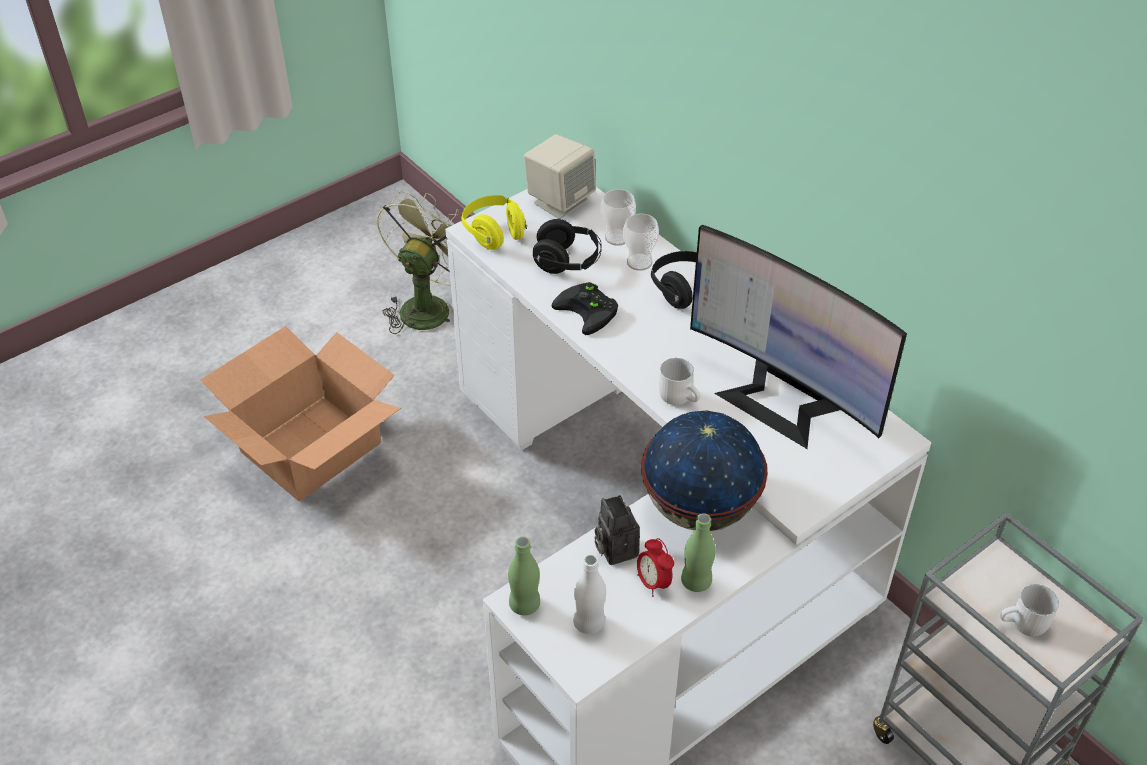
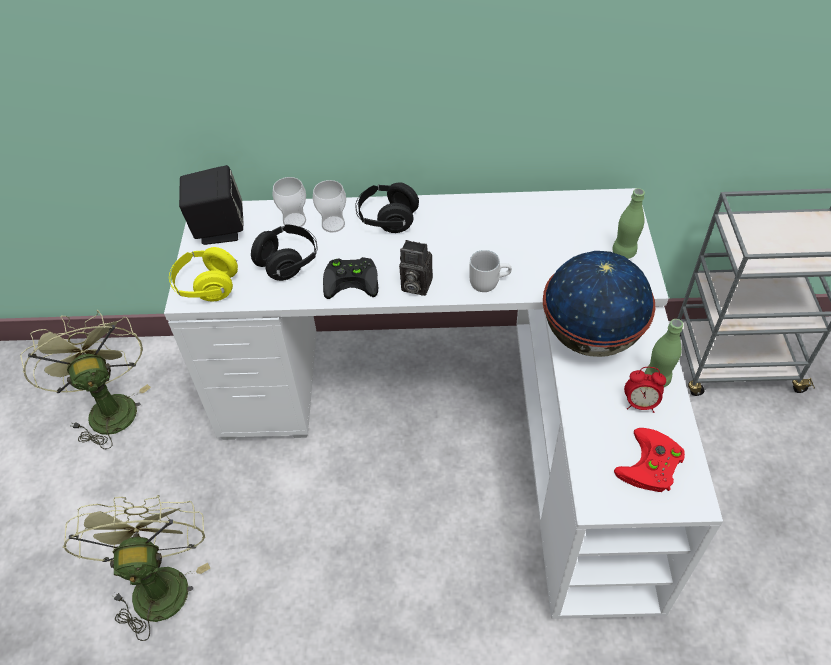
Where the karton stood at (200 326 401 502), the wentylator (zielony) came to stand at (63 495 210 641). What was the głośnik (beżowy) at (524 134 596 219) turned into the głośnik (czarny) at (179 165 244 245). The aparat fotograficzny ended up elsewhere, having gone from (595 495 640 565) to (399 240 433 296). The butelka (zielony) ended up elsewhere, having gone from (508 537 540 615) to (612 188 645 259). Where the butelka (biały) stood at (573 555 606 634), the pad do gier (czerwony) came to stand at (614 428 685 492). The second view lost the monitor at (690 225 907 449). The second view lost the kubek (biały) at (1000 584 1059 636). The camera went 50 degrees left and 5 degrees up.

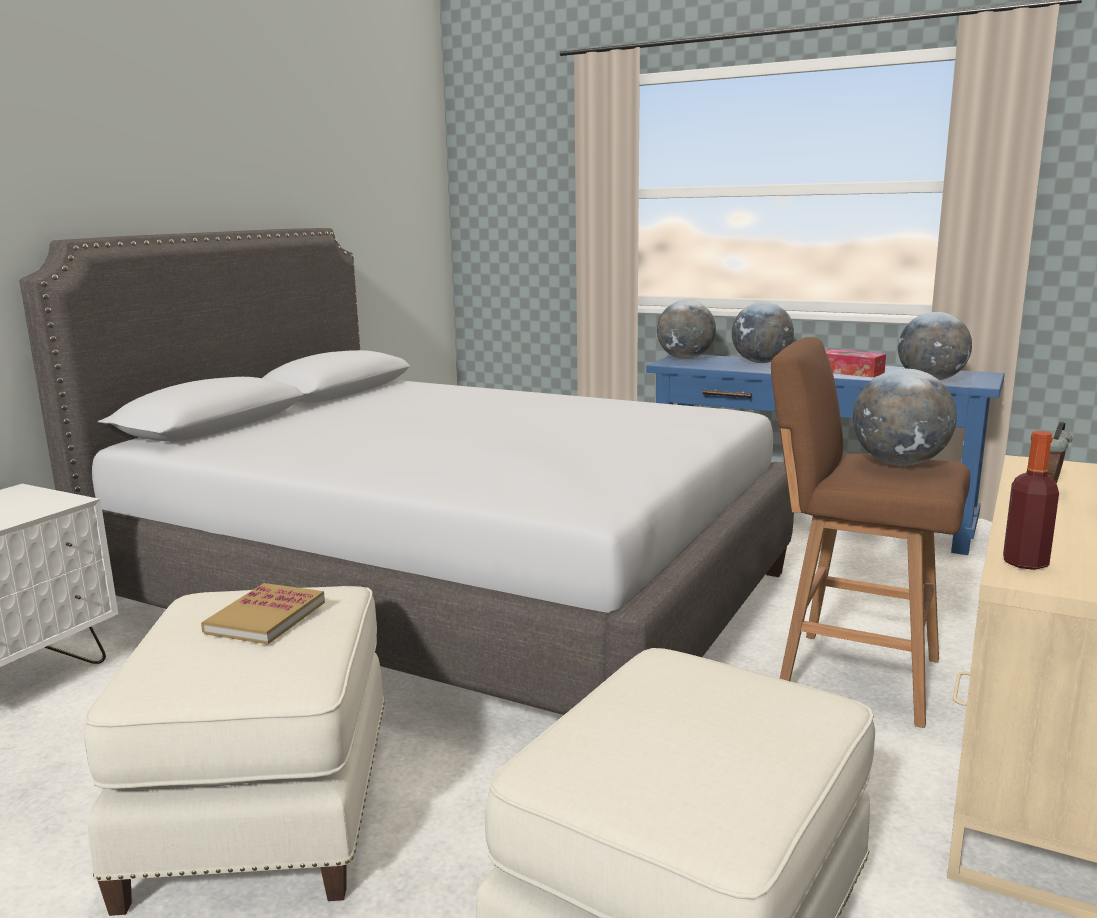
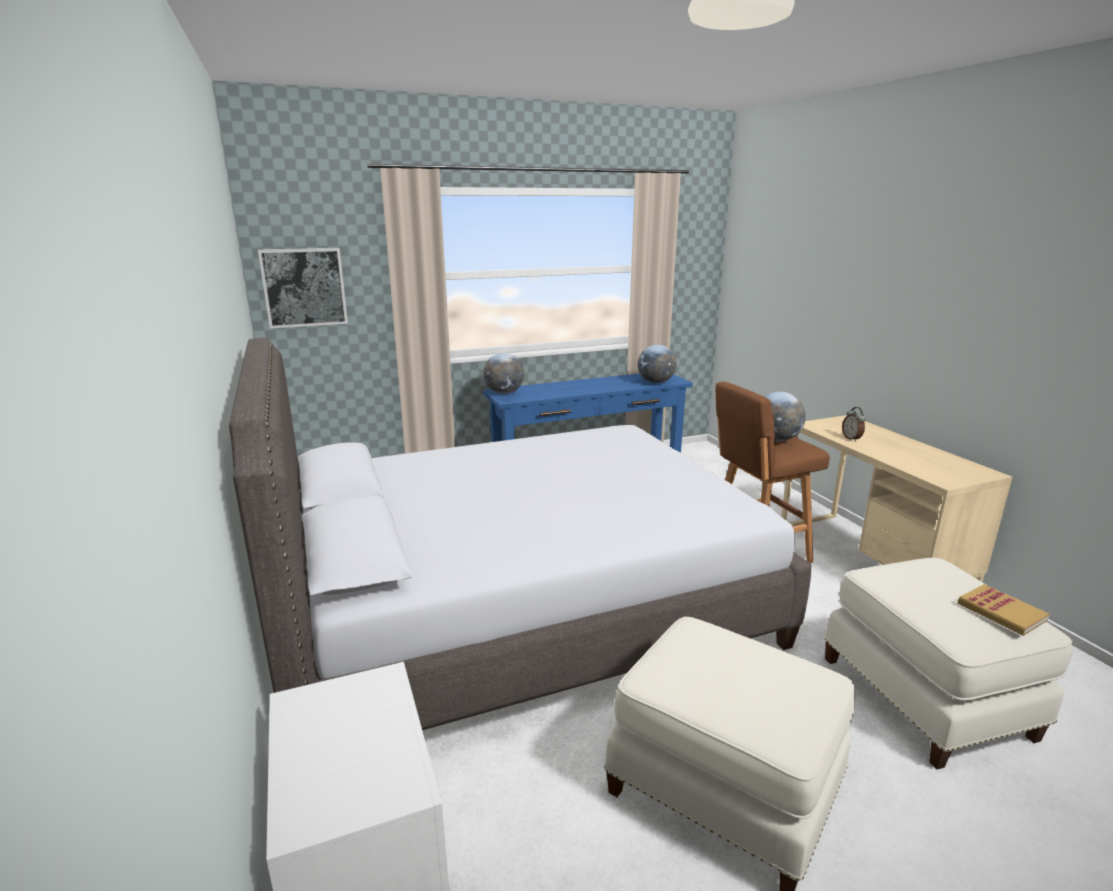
The second view gained the obraz at (258 248 348 328). The książka ended up elsewhere, having gone from (201 583 325 644) to (958 584 1050 636). The second view lost the globus at (732 302 794 363). The second view lost the pudełko chusteczek at (826 349 886 378). The second view lost the butelka at (1003 431 1059 570). The camera went 50 degrees left and 5 degrees up.

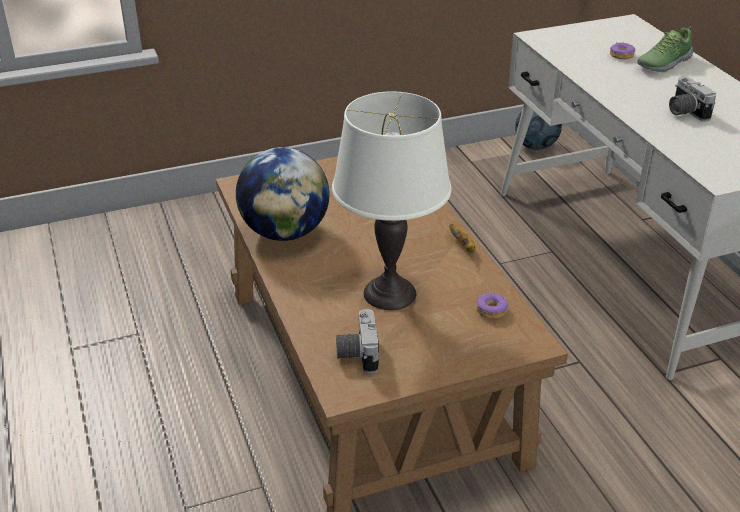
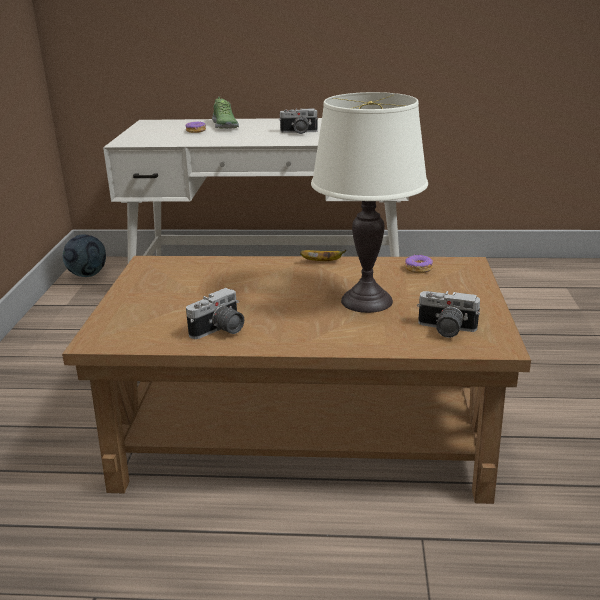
Where the globus stood at (236 147 329 241), the aparat fotograficzny came to stand at (186 288 244 339). The camera went 65 degrees left and 10 degrees down.

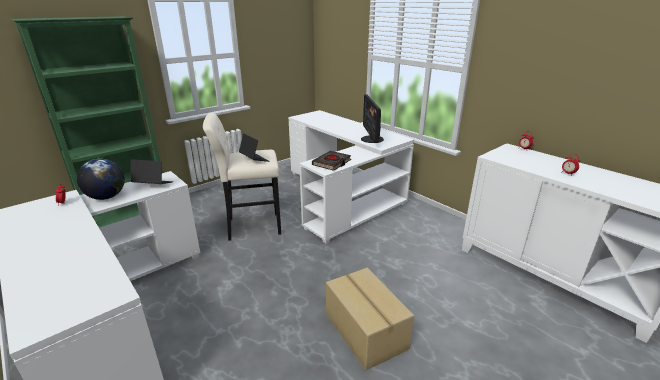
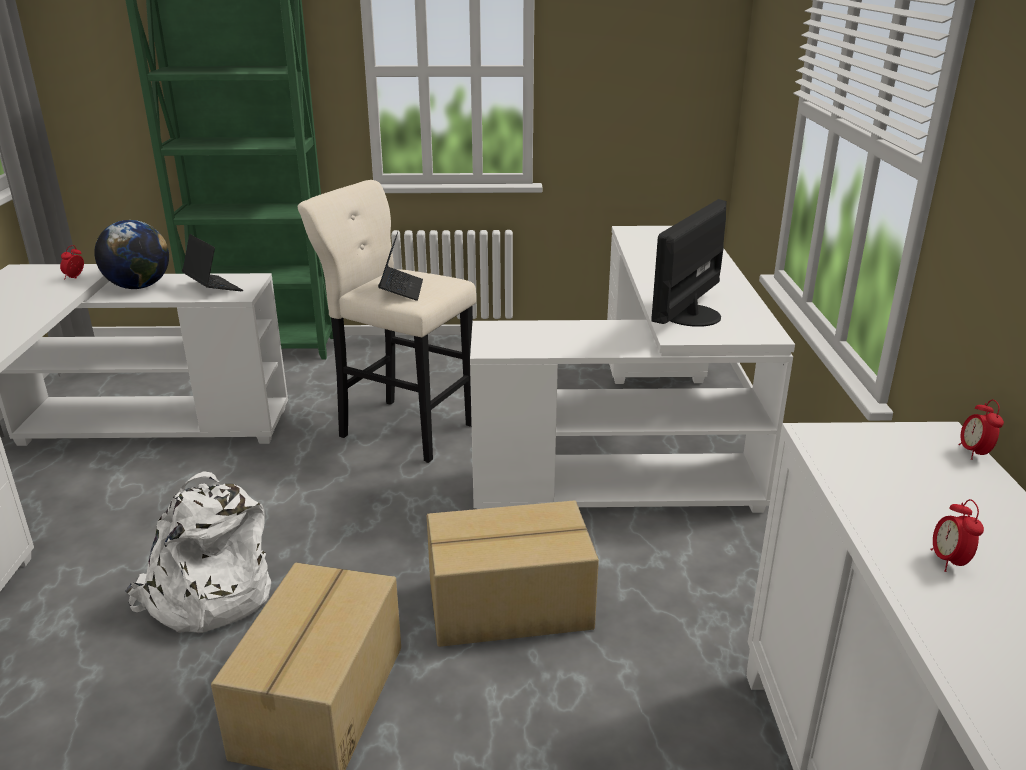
The second view gained the plecak (biały) at (126 471 271 633). The second view gained the karton at (427 500 599 647). The second view lost the książka (czarny) at (312 151 351 171). The camera went 40 degrees right and 0 degrees up.

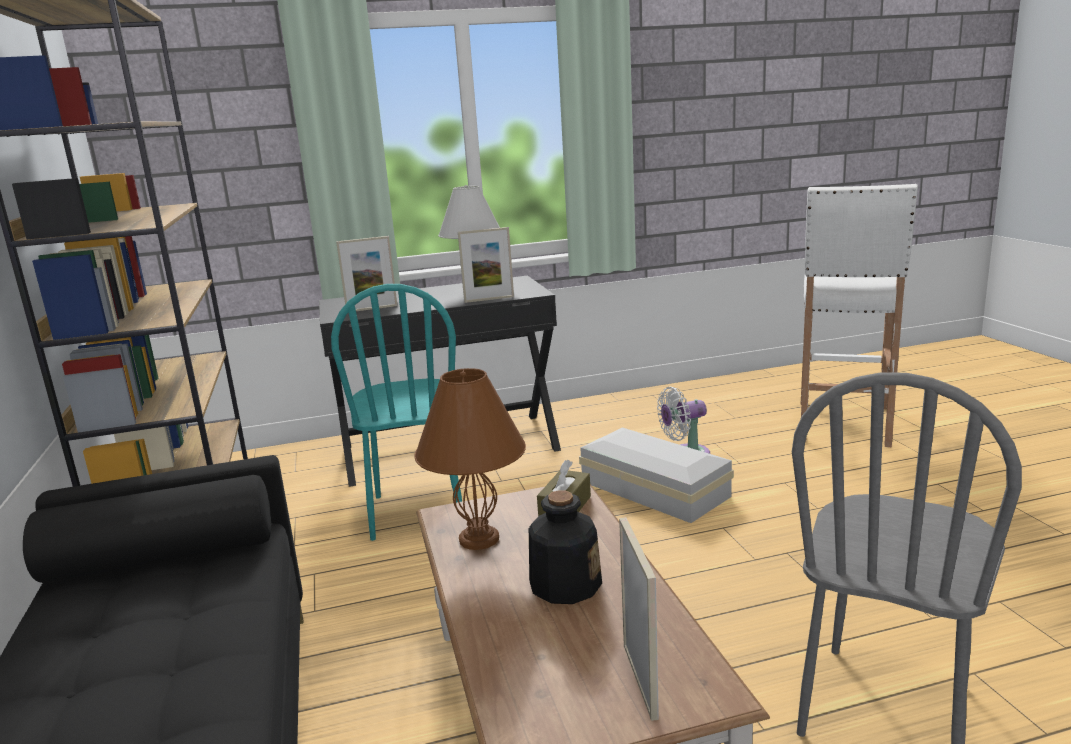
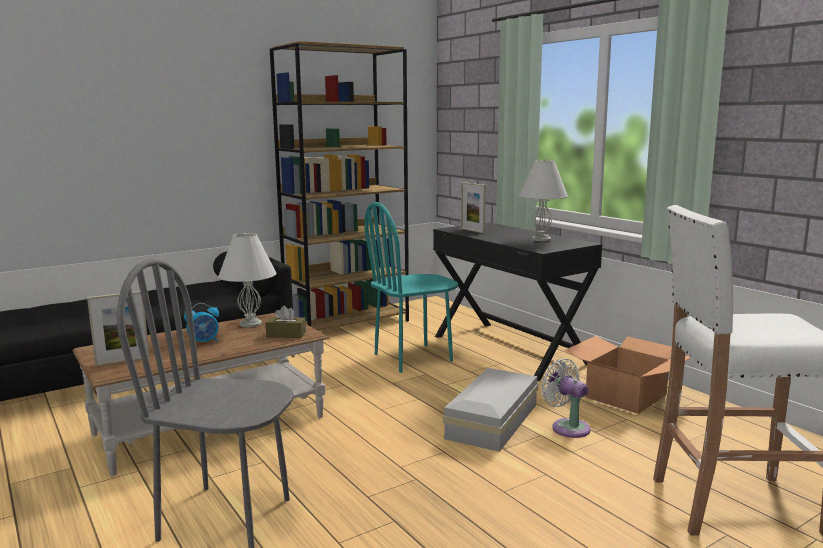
Where the butelka stood at (529 490 602 604), the budzik came to stand at (184 303 219 342). What was the lampa stołowa (brązowy) at (414 368 526 550) turned into the lampa stołowa (biały) at (218 233 277 327). The second view gained the karton at (564 336 691 414). The second view lost the ramka na zdjęcie at (458 227 514 303). The camera went 70 degrees right and 5 degrees down.

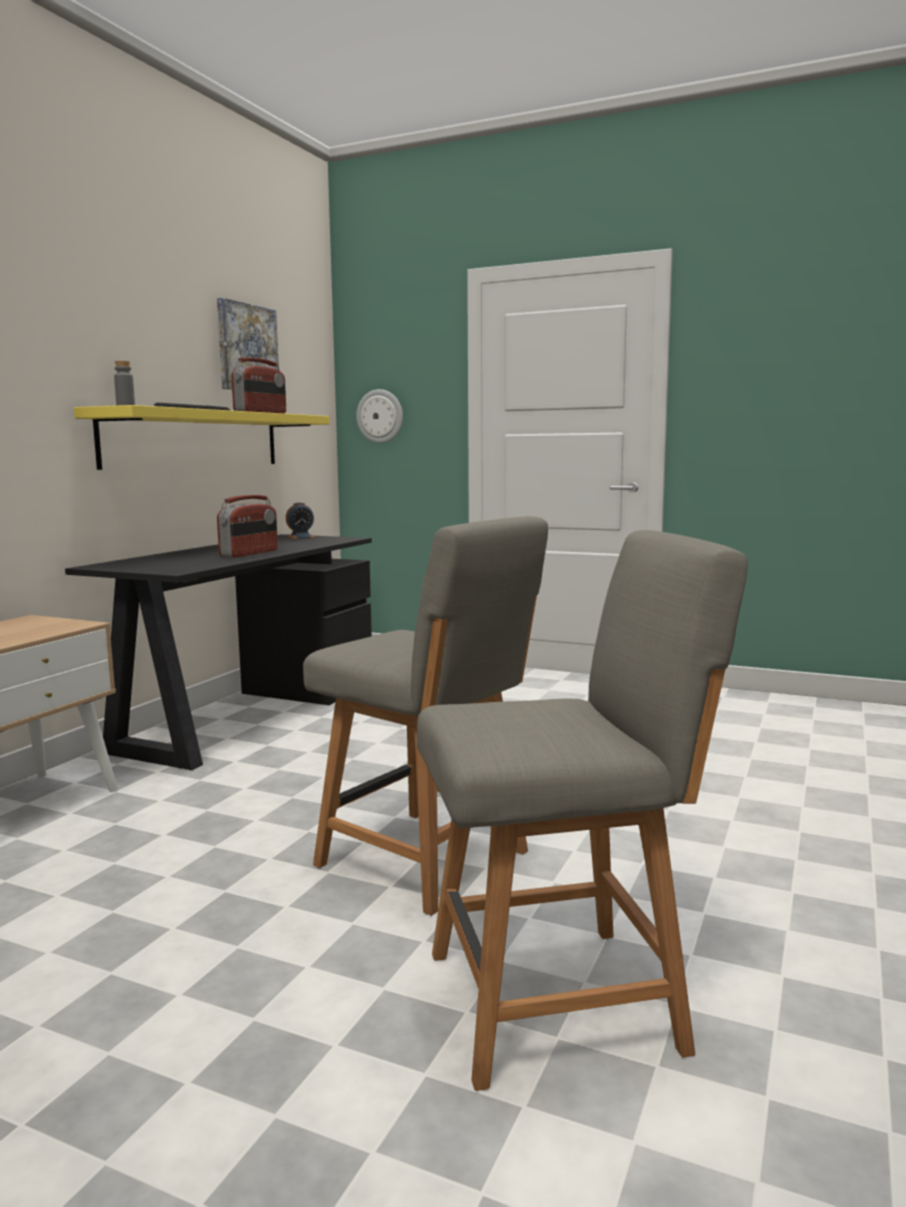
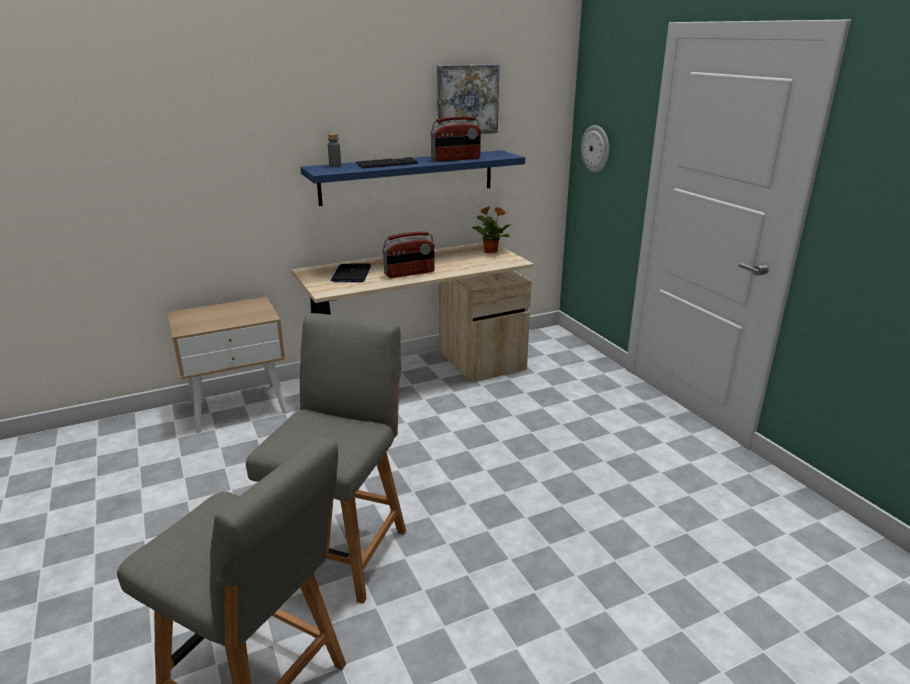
The krzesło (szary) at (303 516 548 916) ended up facing another way, 150 degrees counterclockwise from before. What was the biurko (czarny) at (65 534 372 770) turned into the biurko (beżowy) at (292 242 534 382). What was the półka (żółty) at (74 405 330 470) turned into the półka (niebieski) at (300 150 525 206). The second view gained the laptop at (331 263 371 282). Where the budzik stood at (286 502 316 539), the roślina doniczkowa came to stand at (471 207 512 253). The camera went 40 degrees right and 15 degrees up.

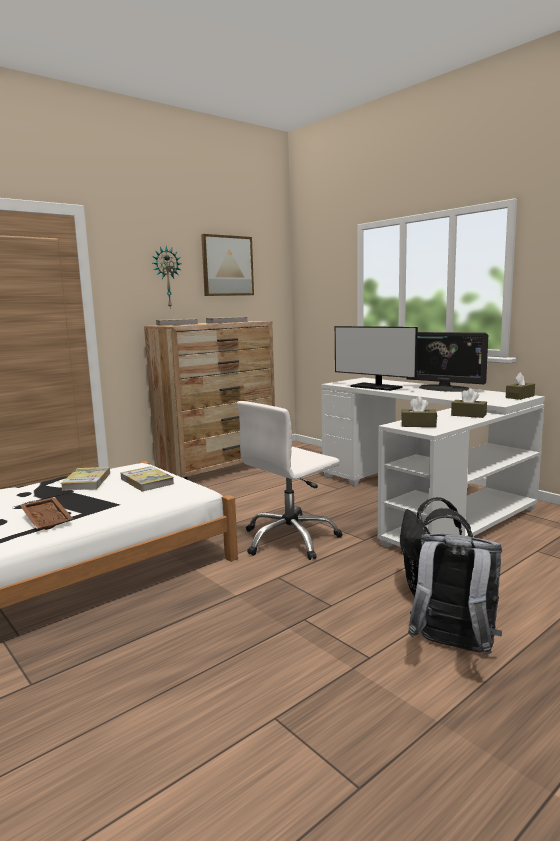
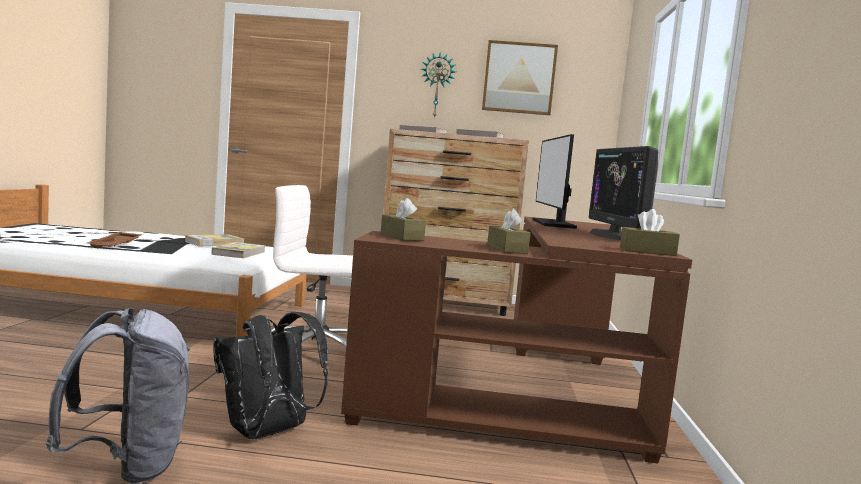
What was the biurko (biały) at (321 378 545 548) turned into the biurko (brązowy) at (341 217 692 464). The camera went 45 degrees right and 5 degrees down.

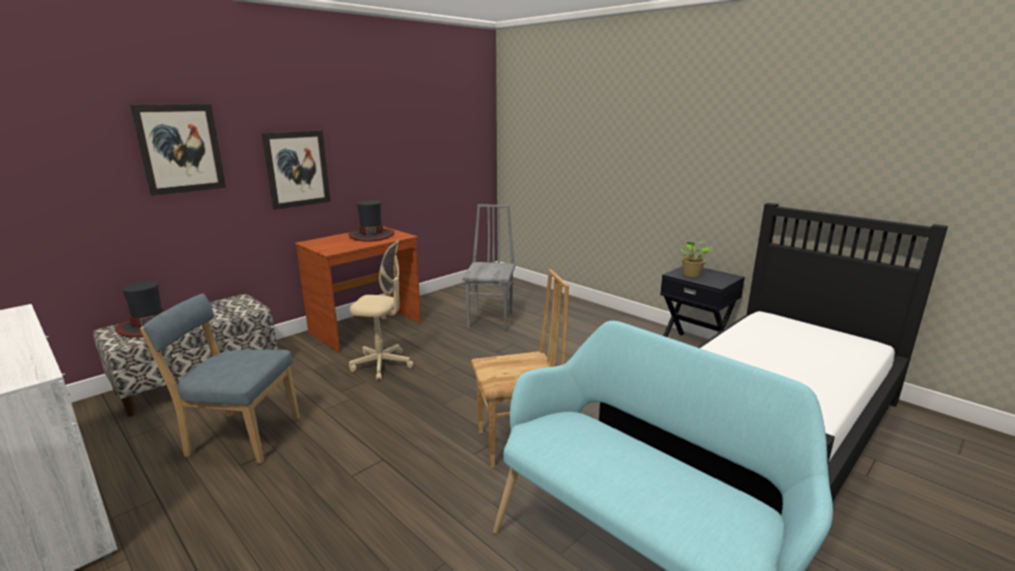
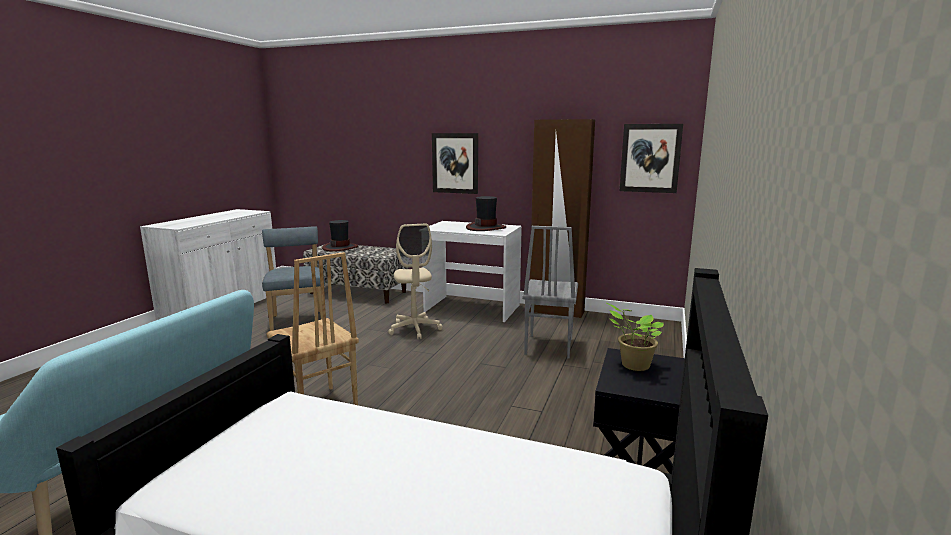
What was the biurko (brązowy) at (295 226 421 352) turned into the biurko (biały) at (422 221 522 322). The krzesło (szary) at (462 204 515 331) ended up facing another way, 120 degrees clockwise from before. The second view gained the szafa (brązowy) at (529 119 595 318). The obraz ended up elsewhere, having gone from (129 104 226 196) to (620 124 683 193). The camera went 65 degrees right and 5 degrees down.

